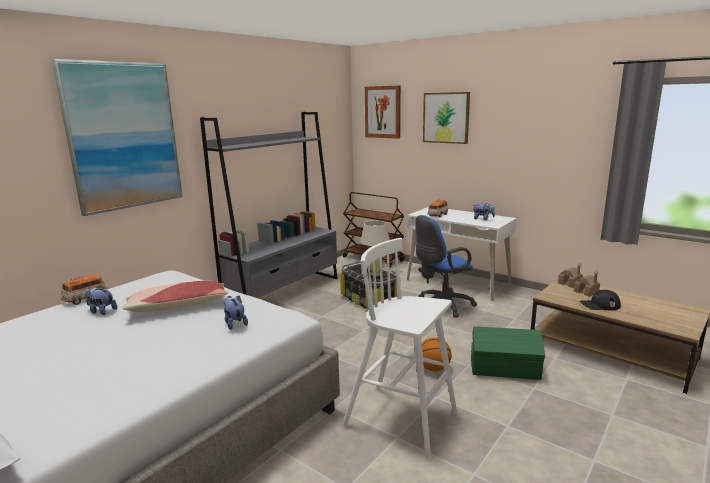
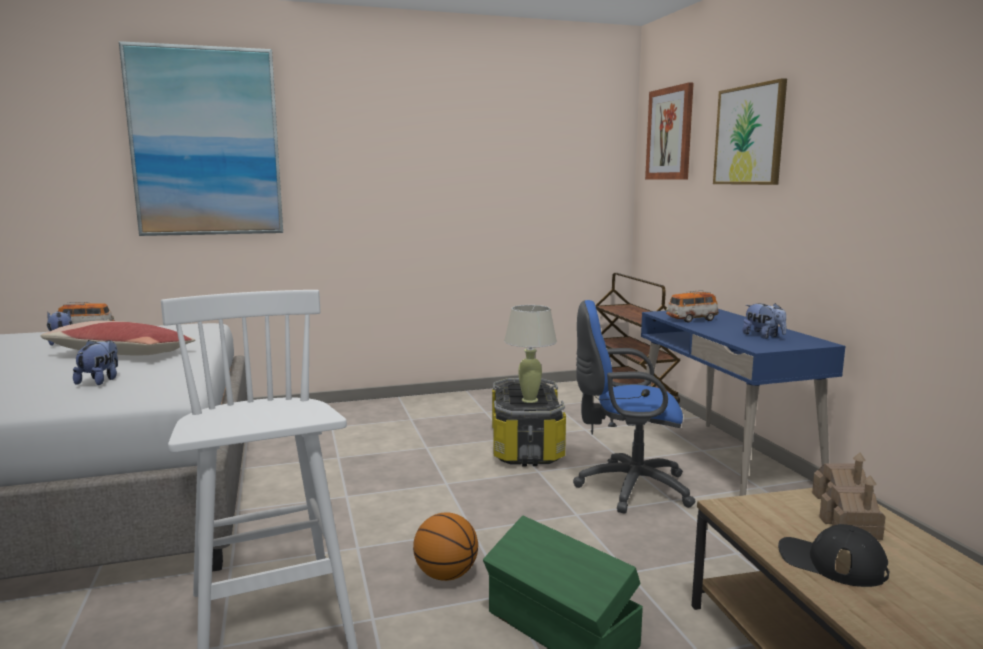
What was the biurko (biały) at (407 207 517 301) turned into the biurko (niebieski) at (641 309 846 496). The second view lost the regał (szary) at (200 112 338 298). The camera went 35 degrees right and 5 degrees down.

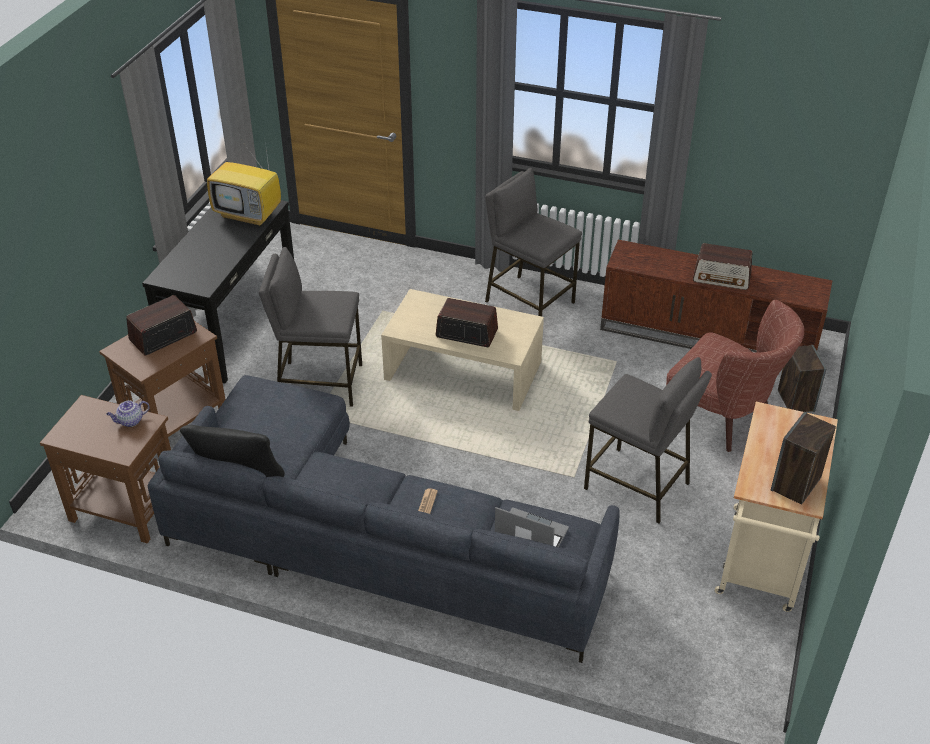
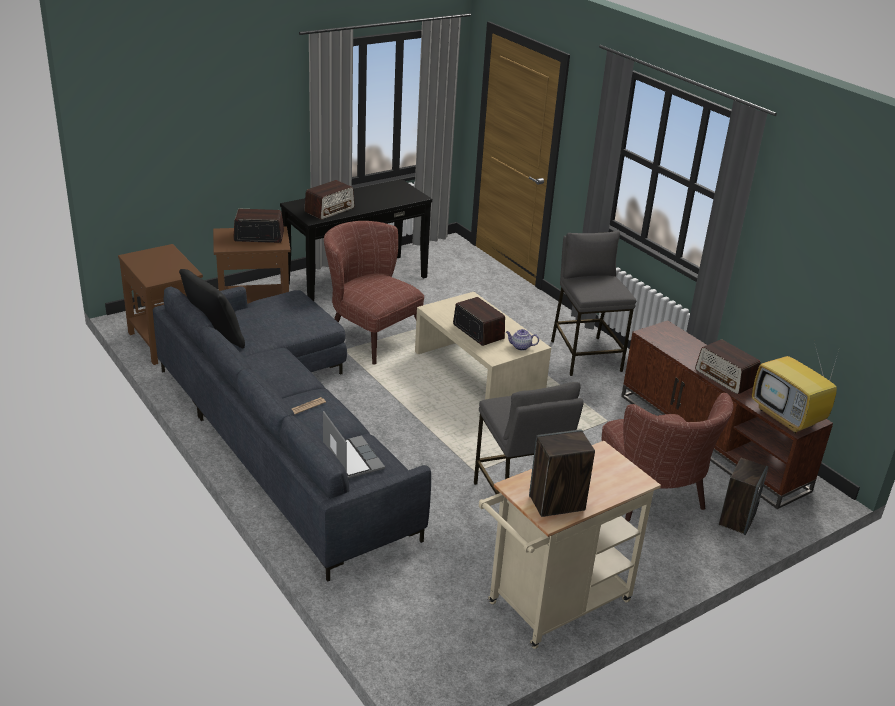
The second view gained the radio at (304 180 355 220). Where the stołek (szary) stood at (259 247 362 407), the fotel (brązowy) came to stand at (324 221 424 365). The imbryk ended up elsewhere, having gone from (106 400 150 427) to (506 329 539 351). The telewizor ended up elsewhere, having gone from (207 141 281 226) to (752 347 840 433). The camera went 35 degrees right and 10 degrees down.

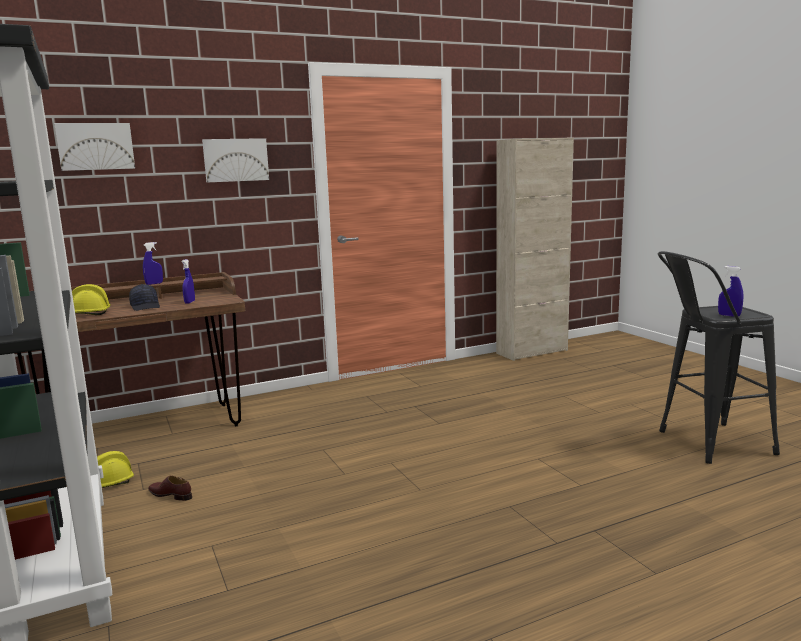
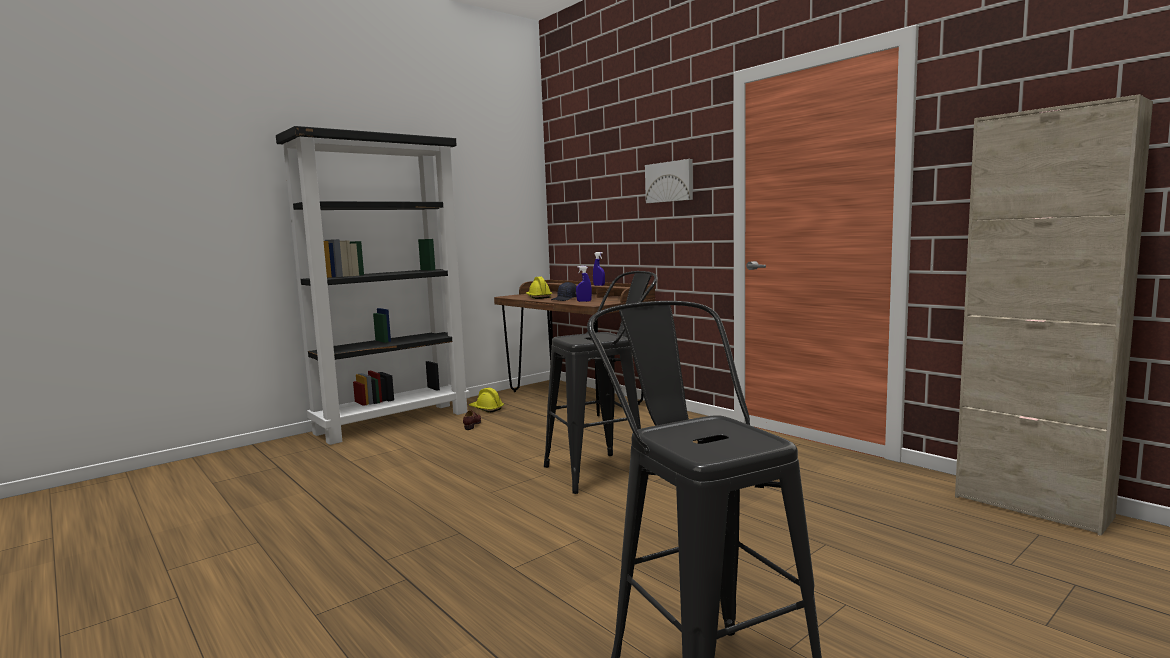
The second view gained the stołek (czarny) at (544 271 658 494). The second view lost the obraz at (54 123 135 171). The second view lost the spryskiwacz (niebieski) at (718 266 744 317). The camera went 75 degrees right and 5 degrees down.

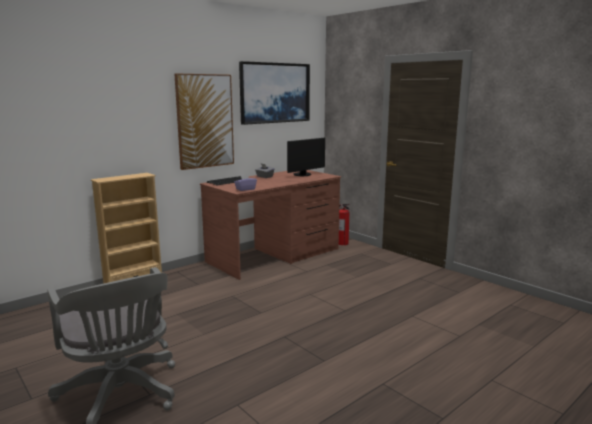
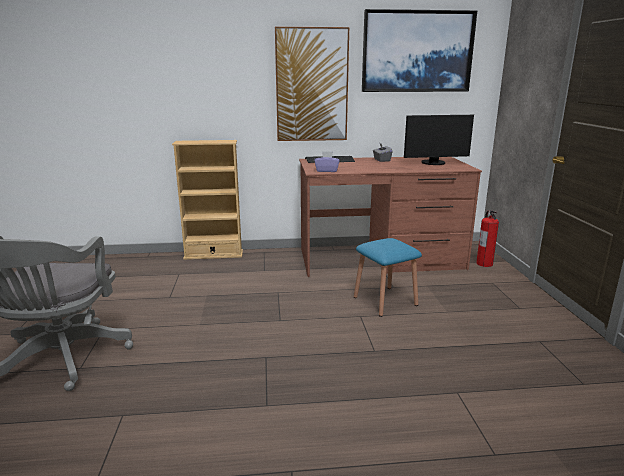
The second view gained the stołek (niebieski) at (354 238 422 317). The camera went 35 degrees right and 5 degrees up.

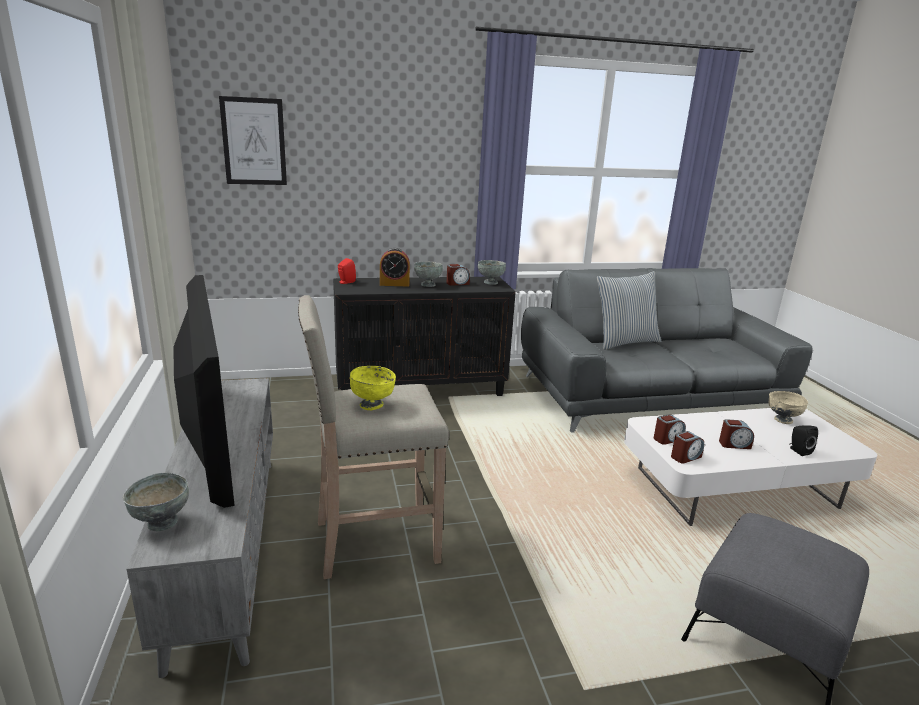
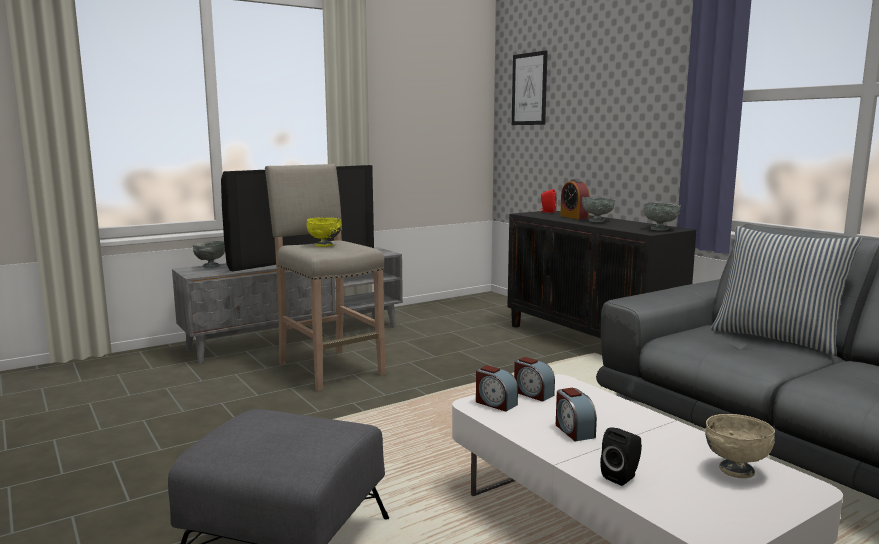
The second view lost the budzik at (447 264 470 286). The camera went 70 degrees right and 10 degrees down.

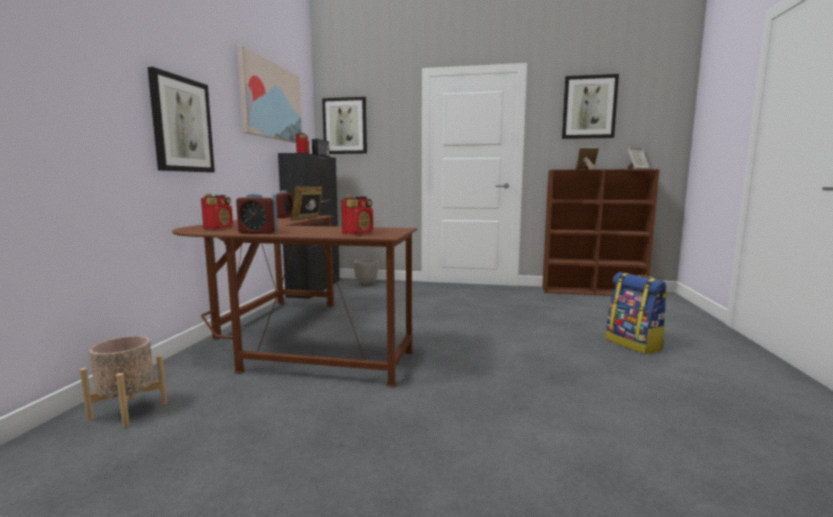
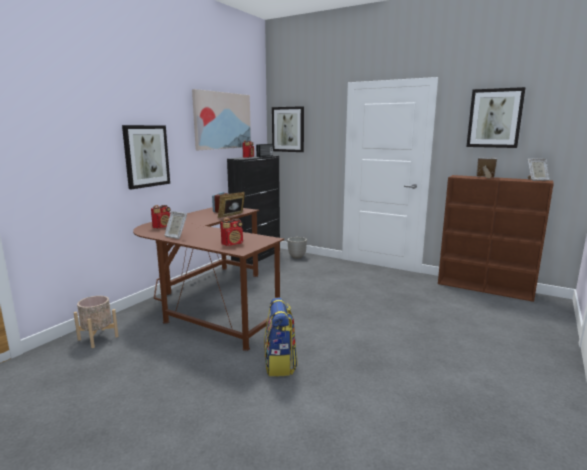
Where the budzik stood at (236 194 278 234), the ramka na zdjęcie came to stand at (164 211 187 239). The plecak ended up elsewhere, having gone from (606 272 668 354) to (264 298 298 377). The camera went 20 degrees right and 5 degrees up.

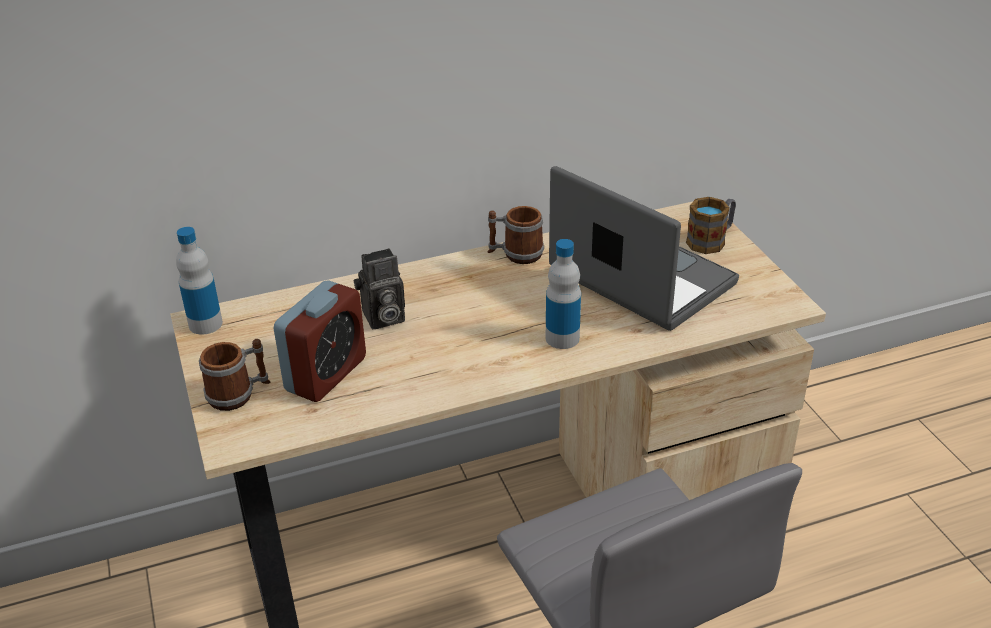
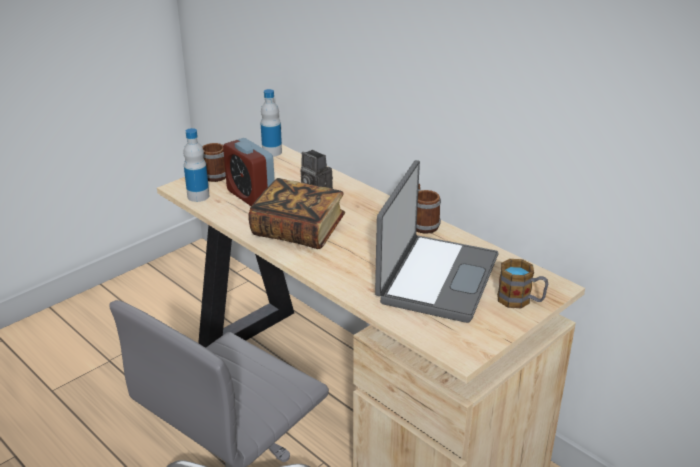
The butelka ended up elsewhere, having gone from (546 239 581 349) to (183 128 209 202). The budzik at (274 280 366 402) ended up facing another way, 45 degrees clockwise from before. The second view gained the książka at (248 178 345 249). The camera went 65 degrees right and 5 degrees down.

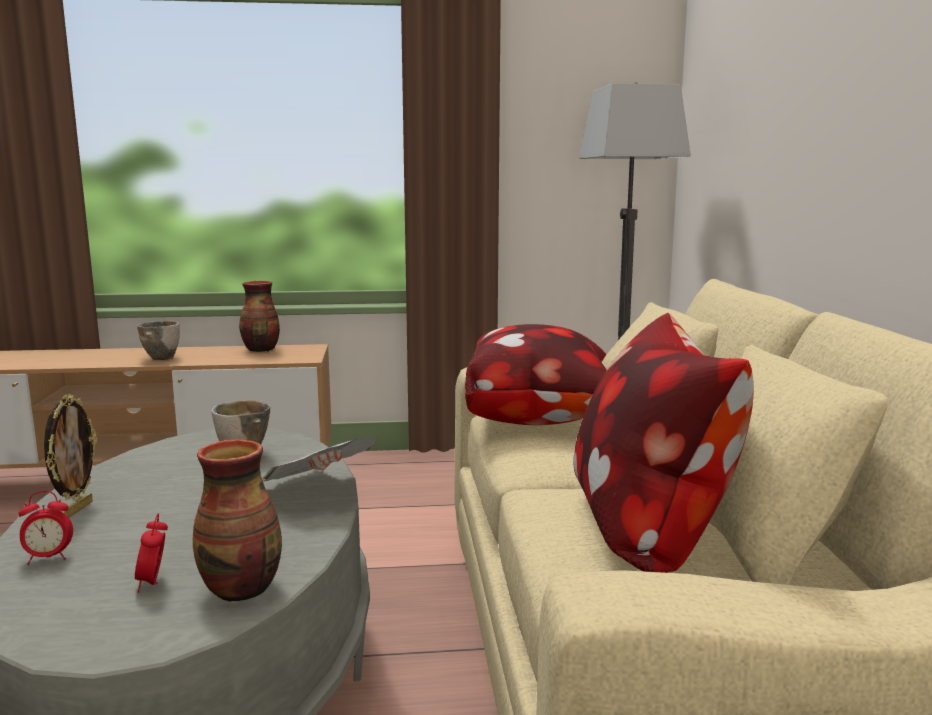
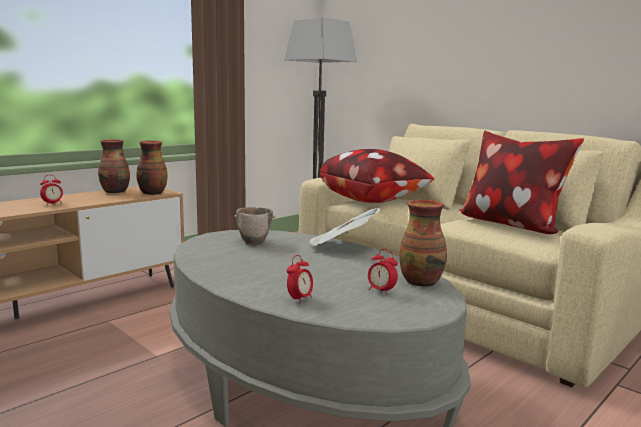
Where the miska stood at (137 321 180 360), the budzik came to stand at (40 175 63 205). The second view gained the wazon at (136 140 167 195). The second view lost the ramka na zdjęcie at (44 394 97 517). The camera went 40 degrees left and 0 degrees up.

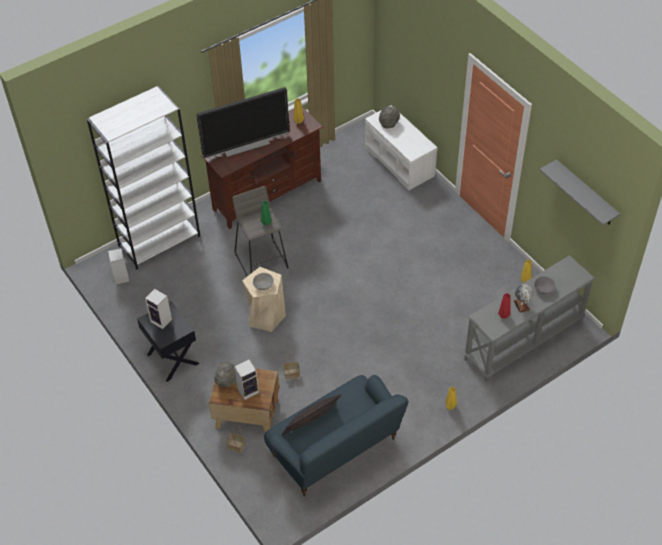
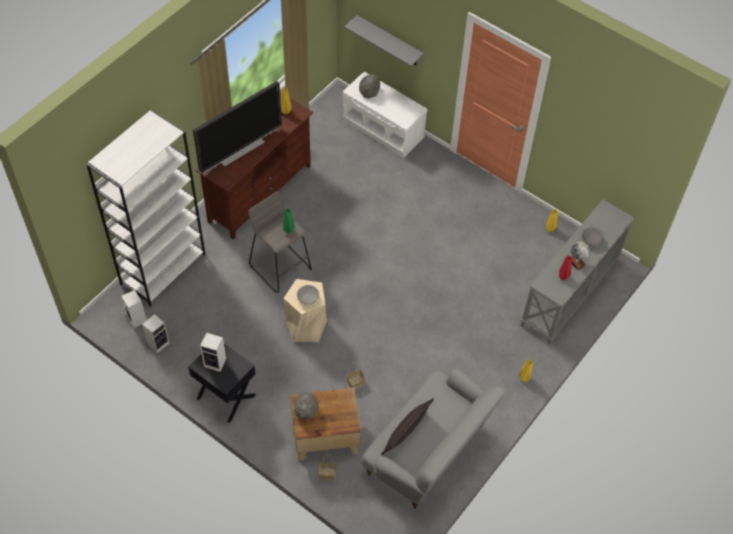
The głośnik ended up elsewhere, having gone from (234 360 259 400) to (142 314 169 353). The półka (szary) ended up elsewhere, having gone from (540 159 620 225) to (344 15 424 66). What was the kanapa (niebieski) at (264 375 408 496) turned into the kanapa (szary) at (361 368 506 509). The camera went 20 degrees left and 5 degrees up.

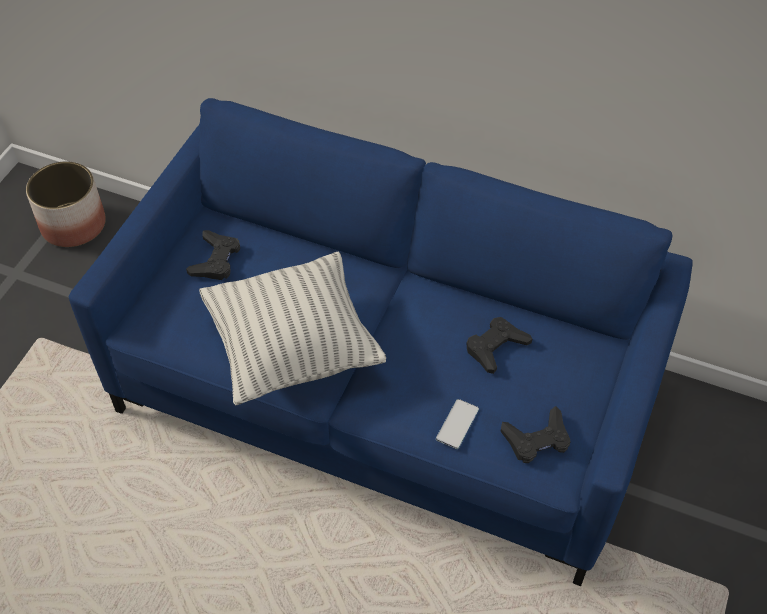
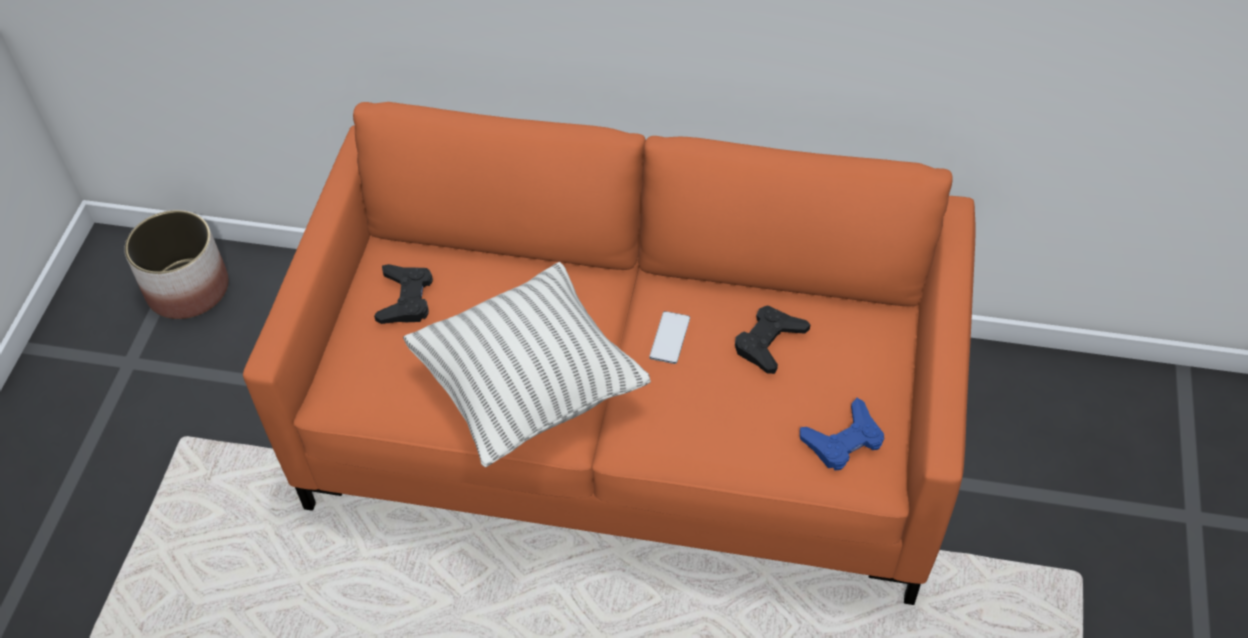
What was the kanapa (niebieski) at (69 98 693 586) turned into the kanapa (pomarańczowy) at (243 102 976 605). The telefon ended up elsewhere, having gone from (436 399 479 449) to (649 311 690 364). What was the pad do gier (czarny) at (500 406 570 463) turned into the pad do gier (niebieski) at (800 398 884 471). The camera went 10 degrees left and 0 degrees up.

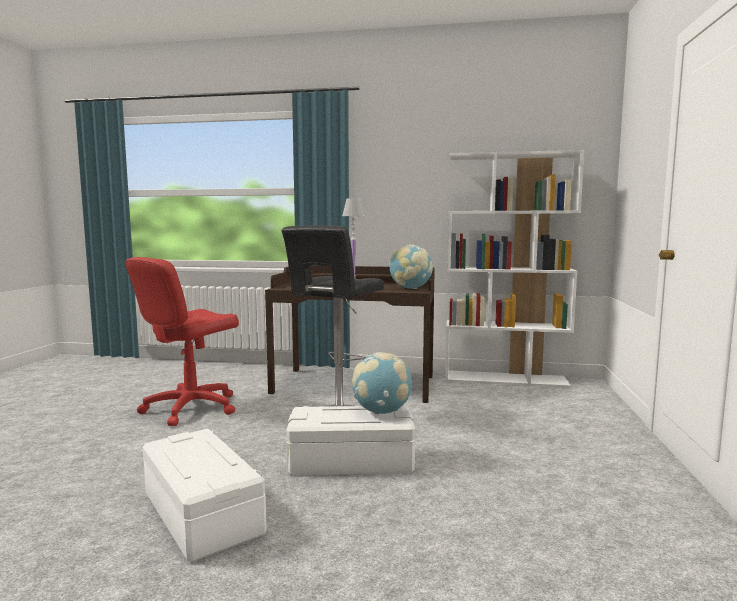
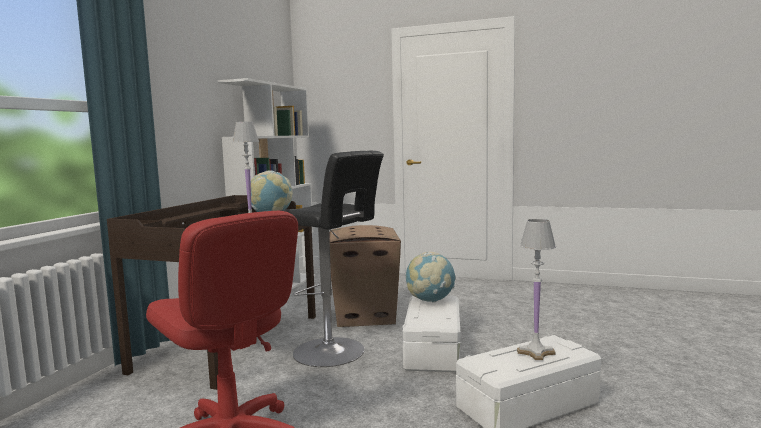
The second view gained the karton at (329 225 401 327). The second view gained the lampa stołowa (biały) at (517 219 556 360). The camera went 80 degrees left and 0 degrees up.

